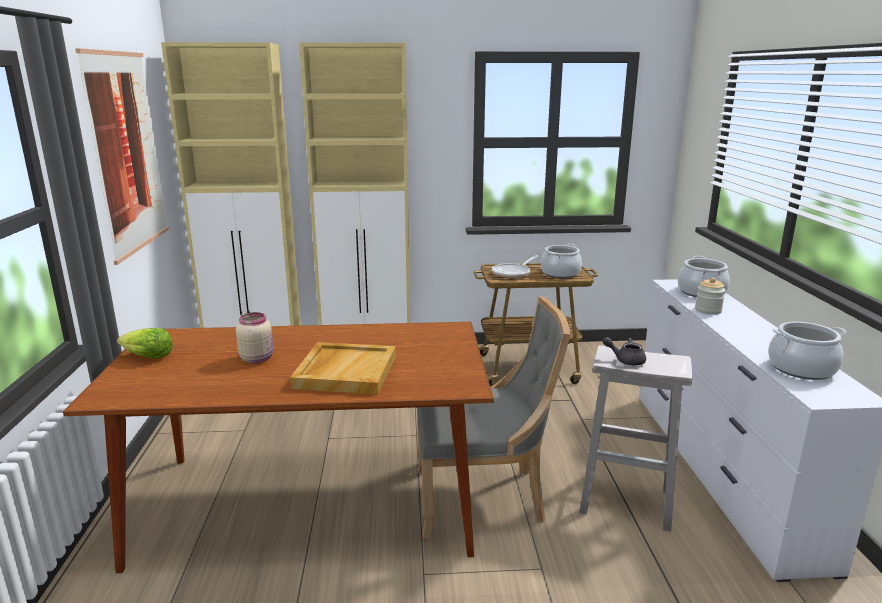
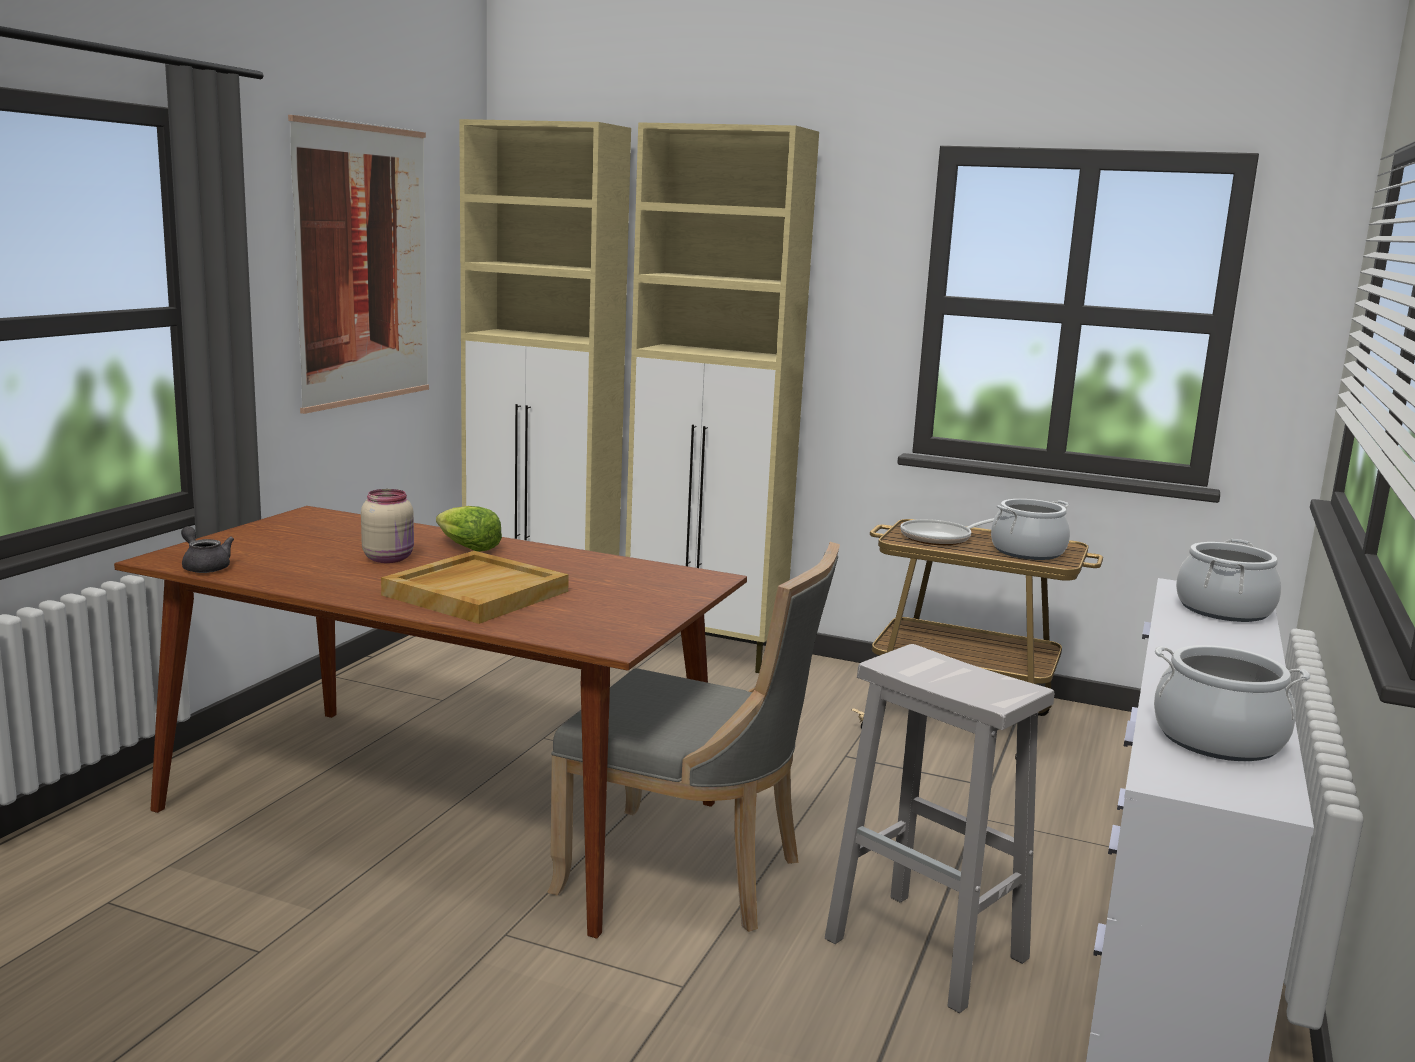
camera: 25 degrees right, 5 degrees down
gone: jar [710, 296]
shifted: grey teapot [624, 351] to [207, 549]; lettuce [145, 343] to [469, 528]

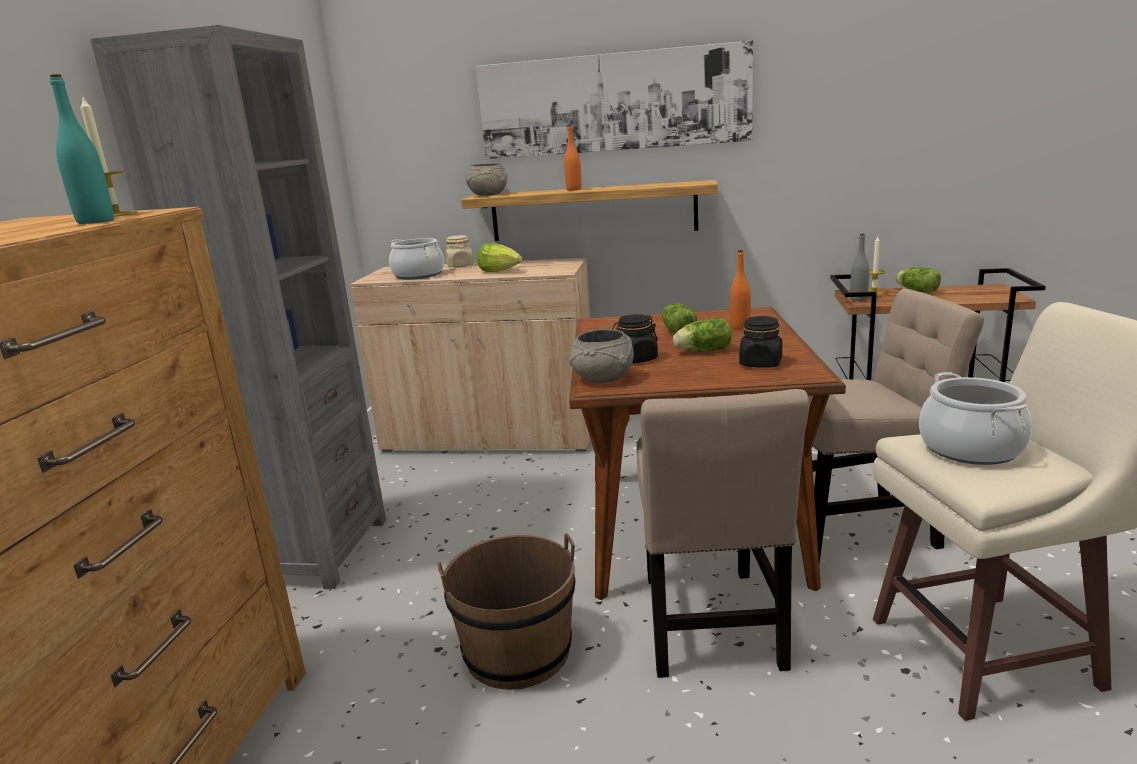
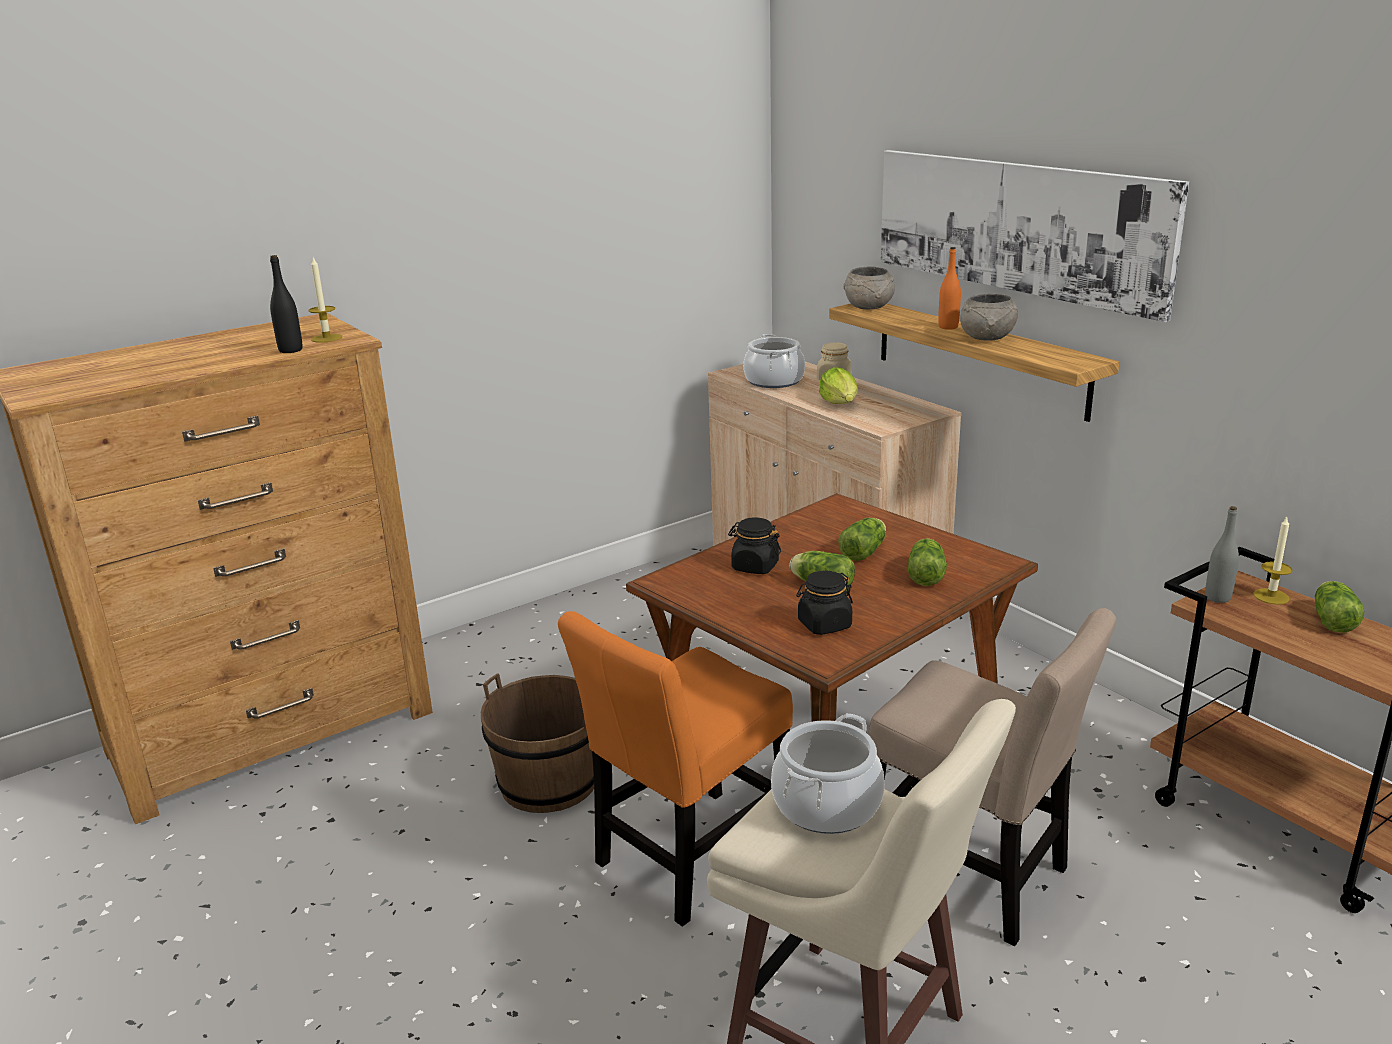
camera: 45 degrees right, 5 degrees up
gone: grey bookcase [238, 307]
shifted: grey bowl [601, 356] to [989, 317]
swapped: orange bottle [740, 290] to lettuce [927, 562]
repainted: turquoise bottle [82, 149] to black bottle [286, 304]; beige chair [723, 533] to orange chair [675, 768]

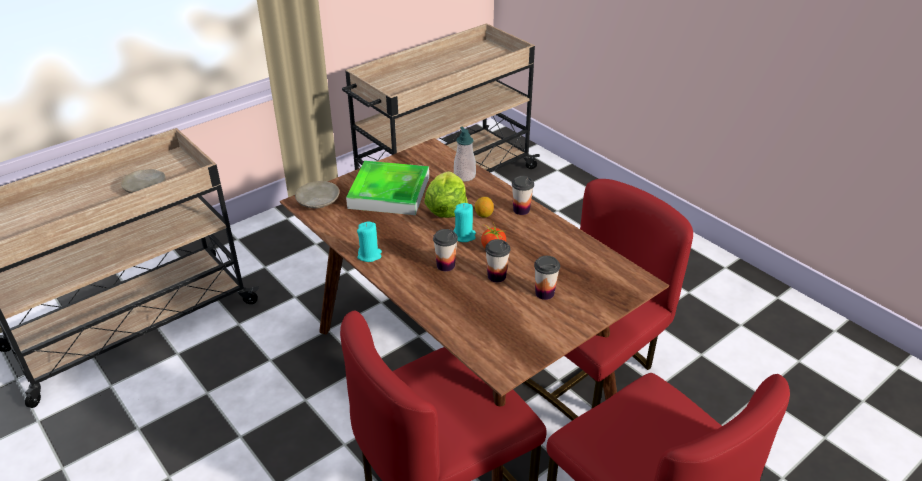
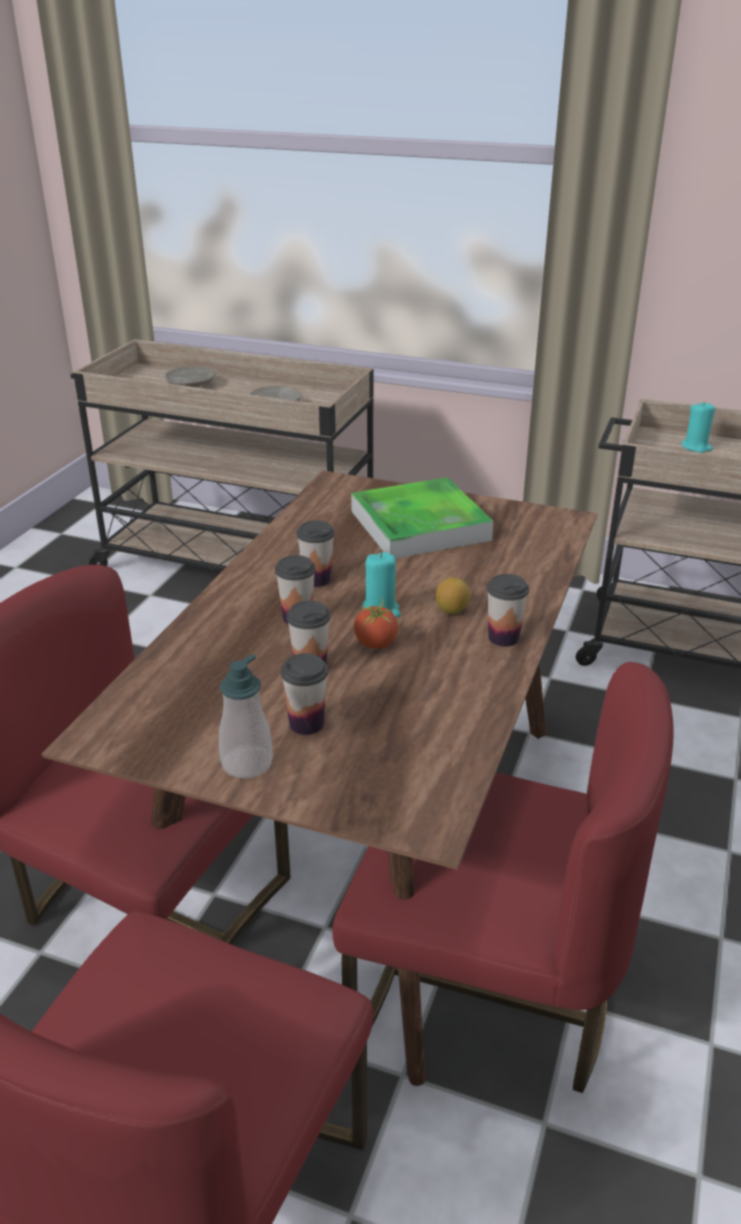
camera: 60 degrees right, 5 degrees down
gone: lettuce [446, 194]
new: cup [316, 553]
shifted: beige plate [317, 194] to [190, 376]; soap dispenser [465, 154] to [246, 716]; turquoise candle [369, 241] to [698, 427]

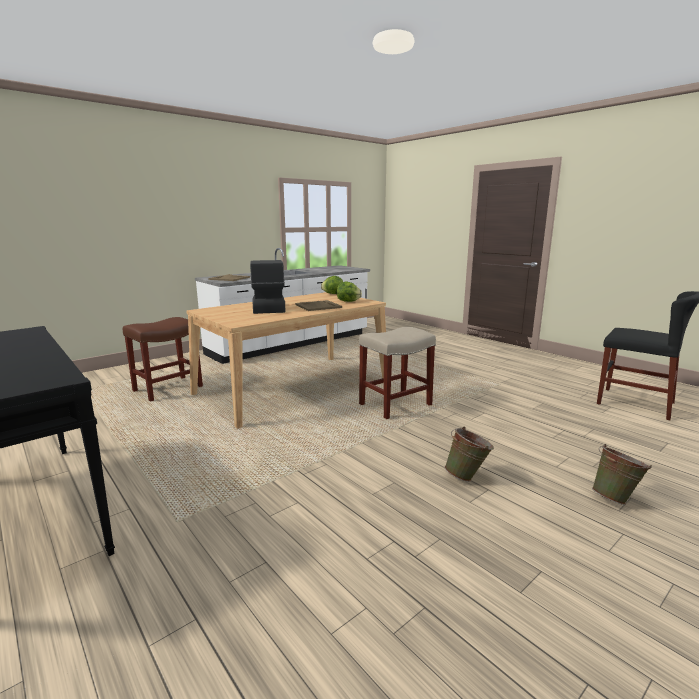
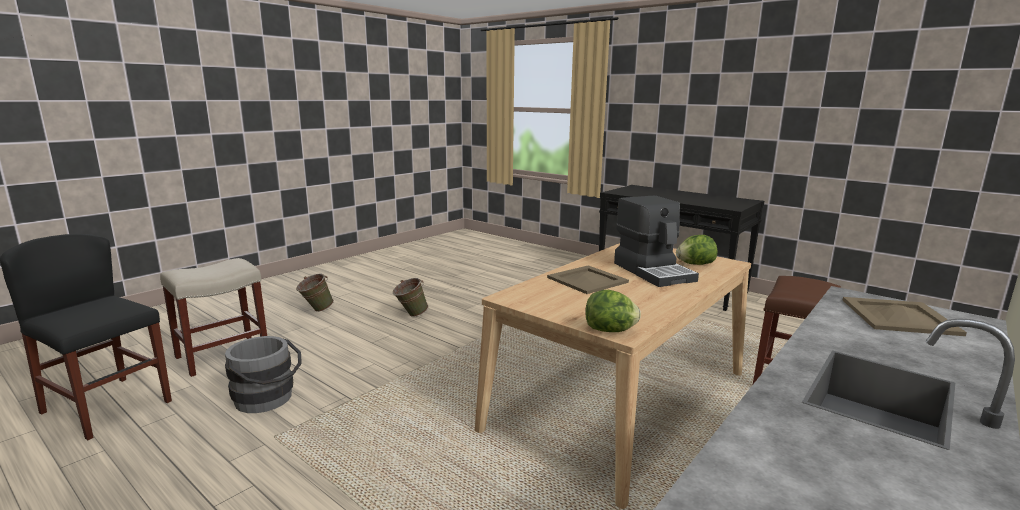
camera: 170 degrees right, 0 degrees up
new: grey bucket [263, 374]
shifted: beige stool [397, 373] to [213, 317]; lettuce [349, 292] to [696, 250]

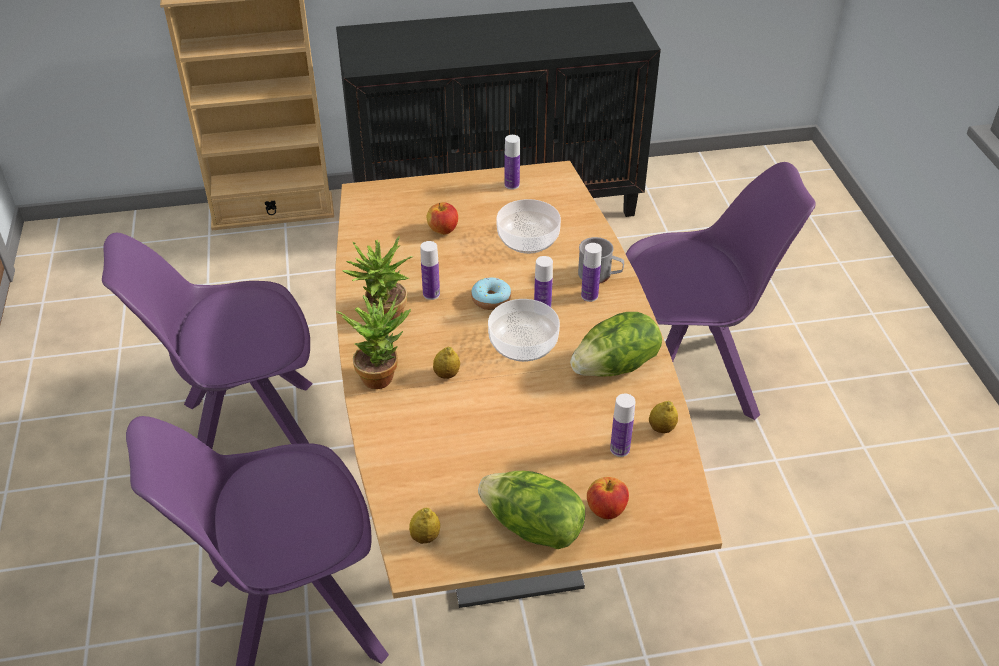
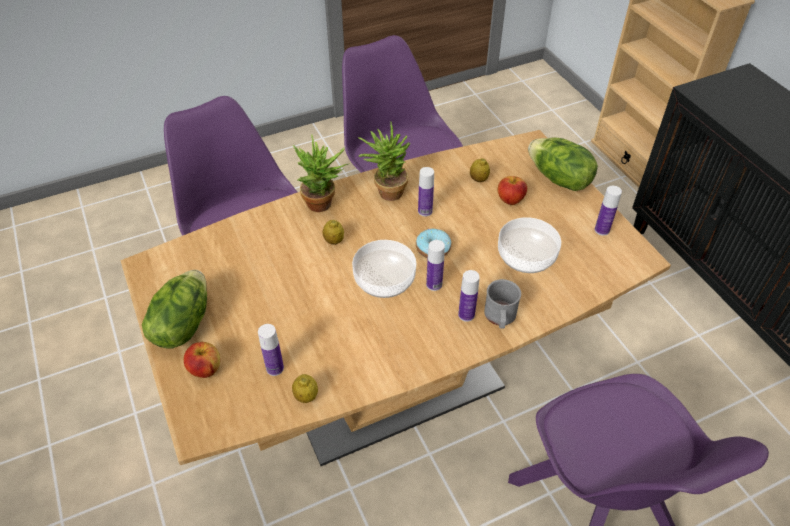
camera: 75 degrees right, 5 degrees up
shifted: lemon [424, 526] to [480, 170]; lettuce [616, 344] to [563, 164]

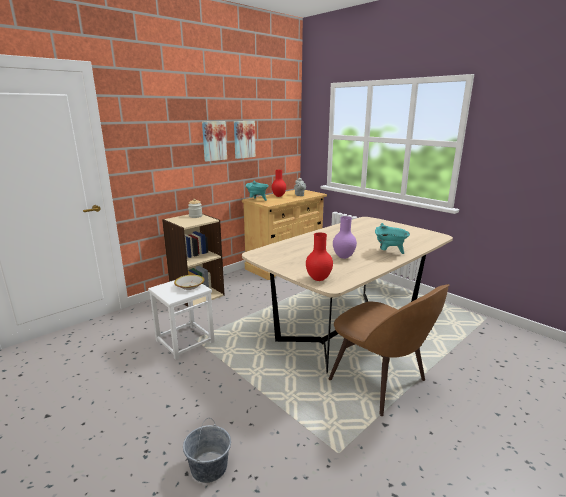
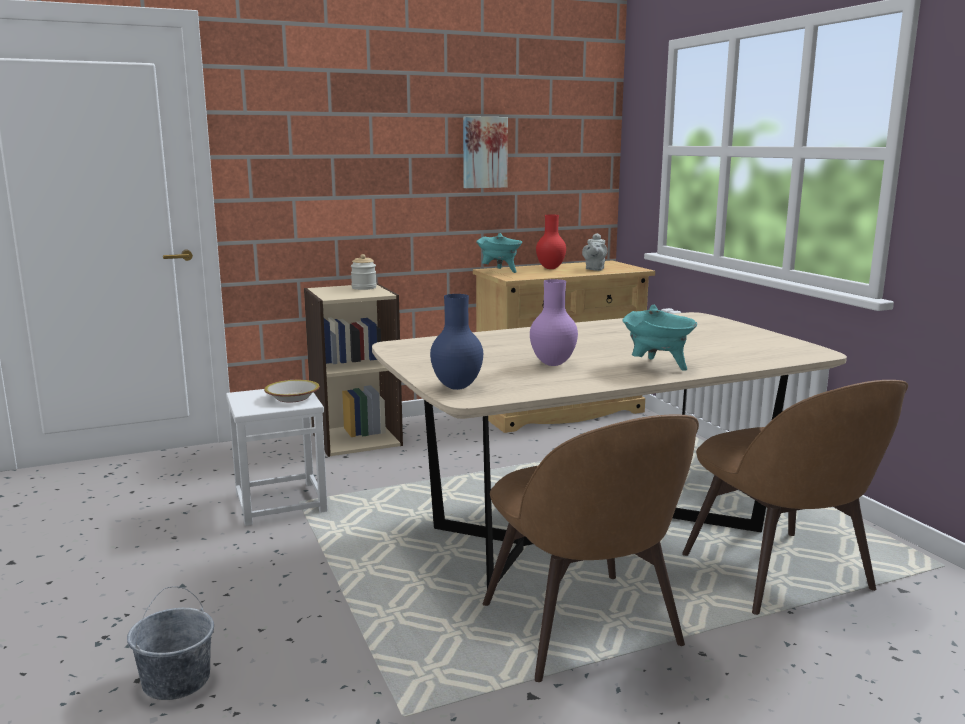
camera: 20 degrees right, 5 degrees down
gone: picture [214, 141]
new: brown chair [795, 497]
repainted: red vase [319, 257] to blue vase [456, 342]

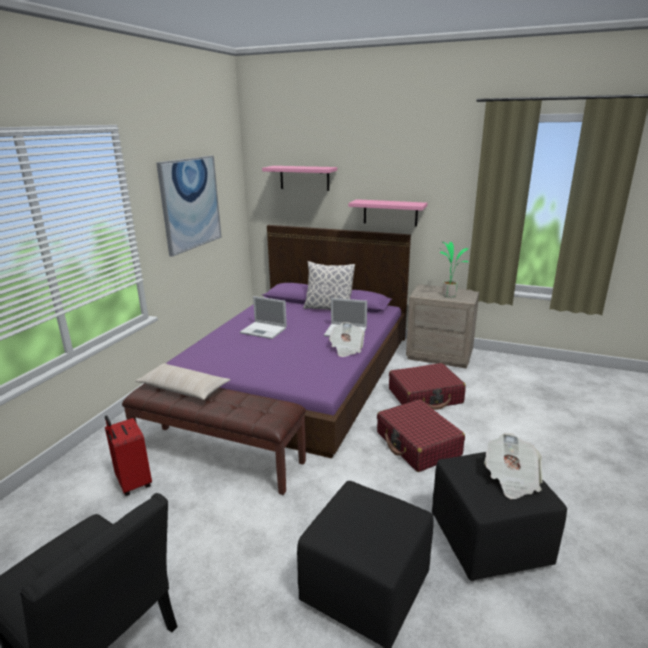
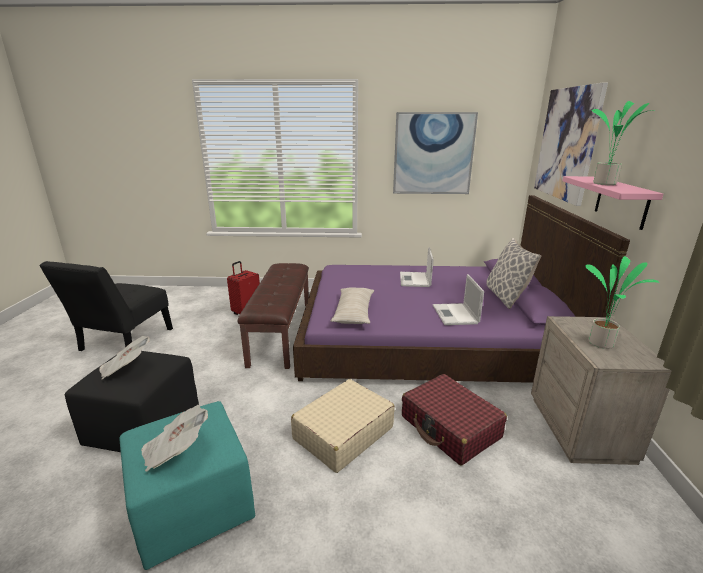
camera: 70 degrees right, 0 degrees up
new: potted plant [622, 143]
shifted: newspaper [347, 339] to [124, 357]; beige pillow [182, 381] to [352, 305]
swapped: pink shelf [299, 178] to picture [571, 144]
repainted: black ottoman [499, 516] to turquoise ottoman [187, 485]; red suitcase [421, 435] to beige suitcase [343, 426]

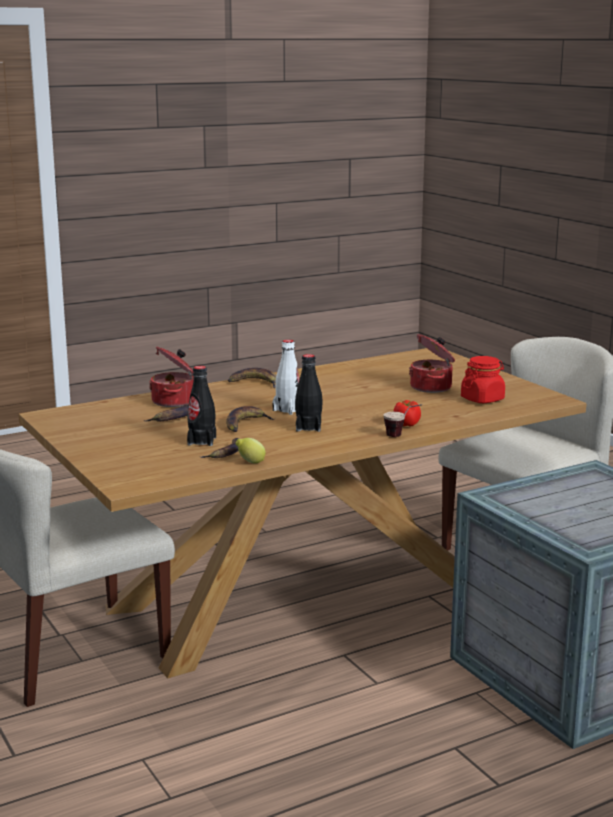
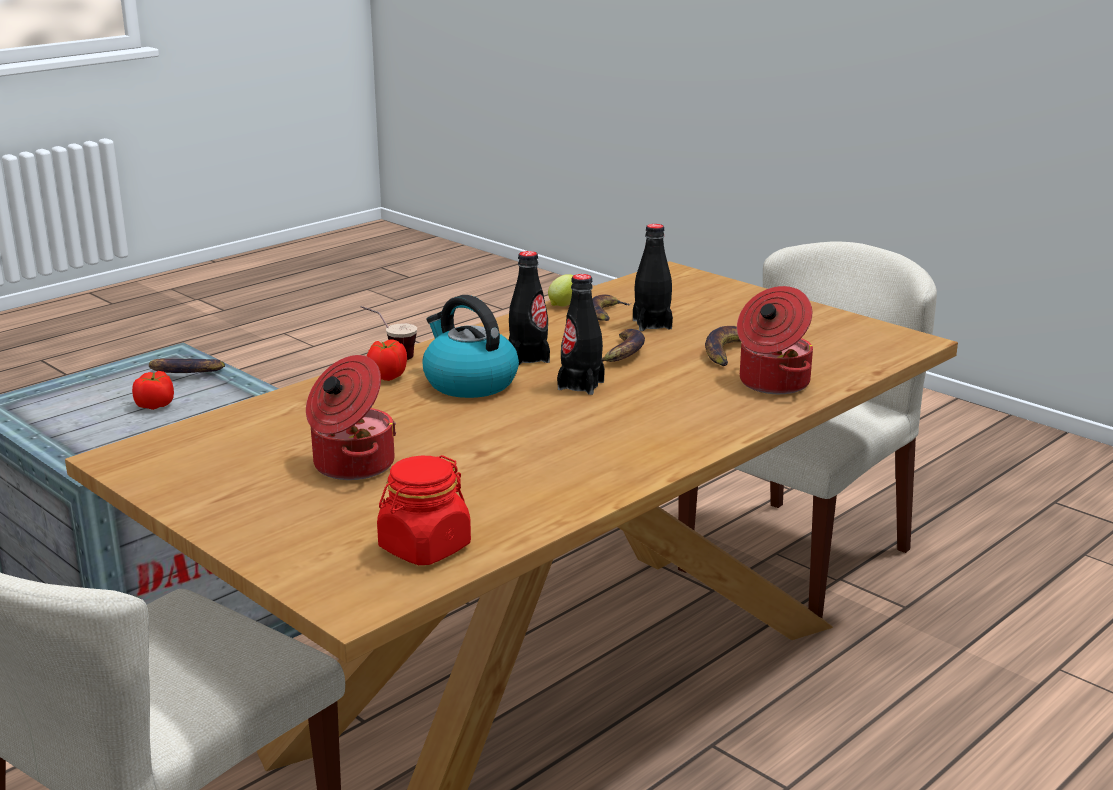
camera: 165 degrees right, 5 degrees up
new: tomato [153, 390]; kettle [471, 346]
shifted: banana [252, 378] to [187, 366]; red jar [483, 379] to [424, 510]
repainted: white bottle [285, 377] to black bottle [581, 334]

